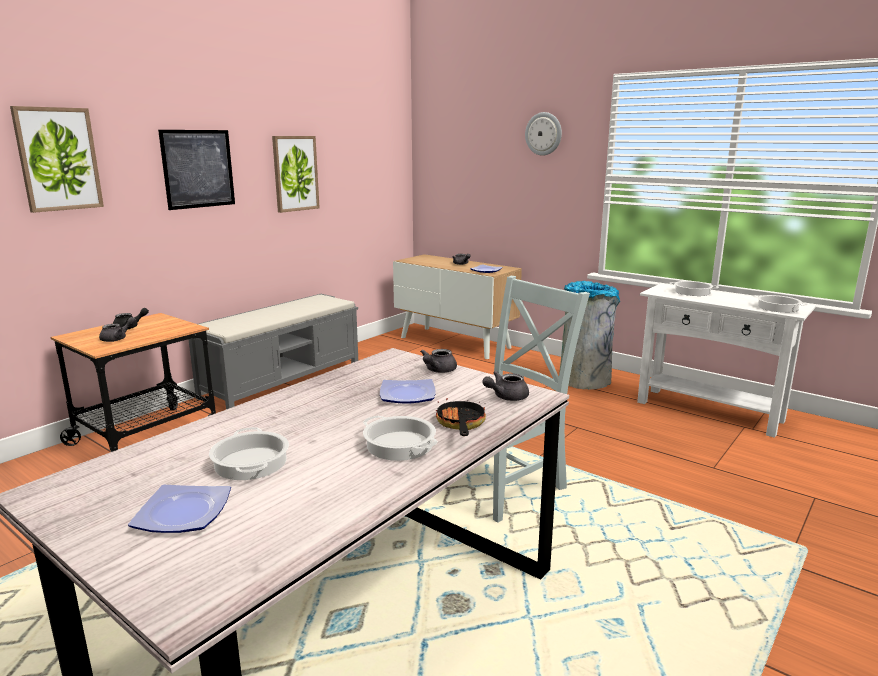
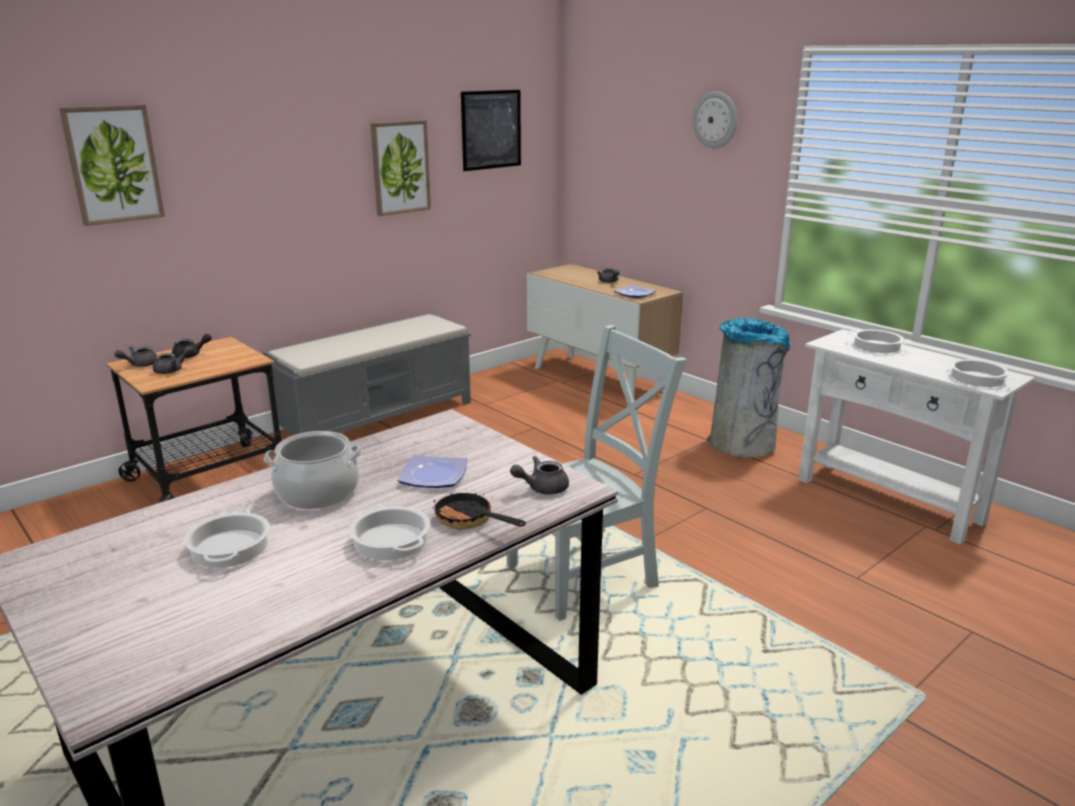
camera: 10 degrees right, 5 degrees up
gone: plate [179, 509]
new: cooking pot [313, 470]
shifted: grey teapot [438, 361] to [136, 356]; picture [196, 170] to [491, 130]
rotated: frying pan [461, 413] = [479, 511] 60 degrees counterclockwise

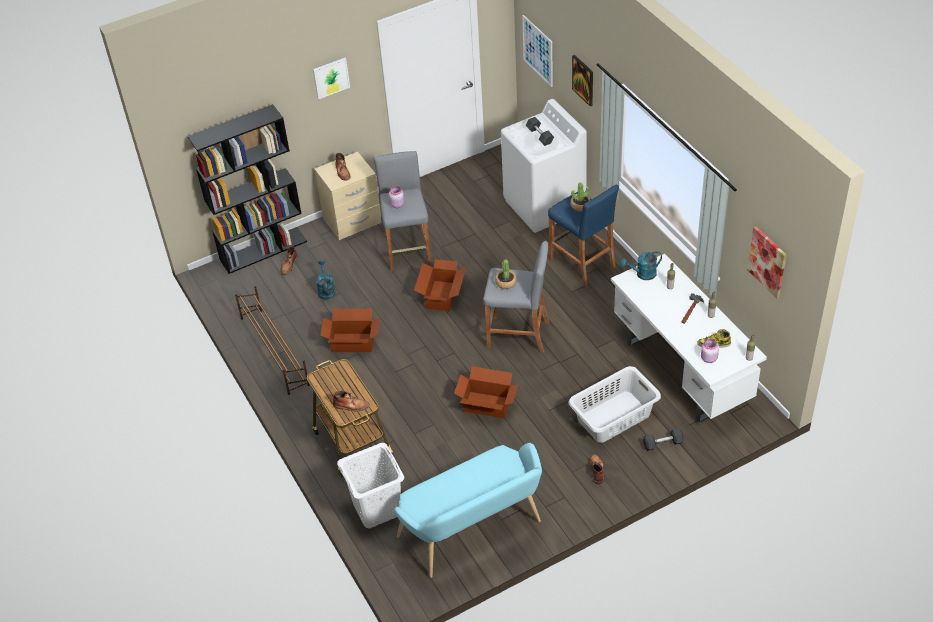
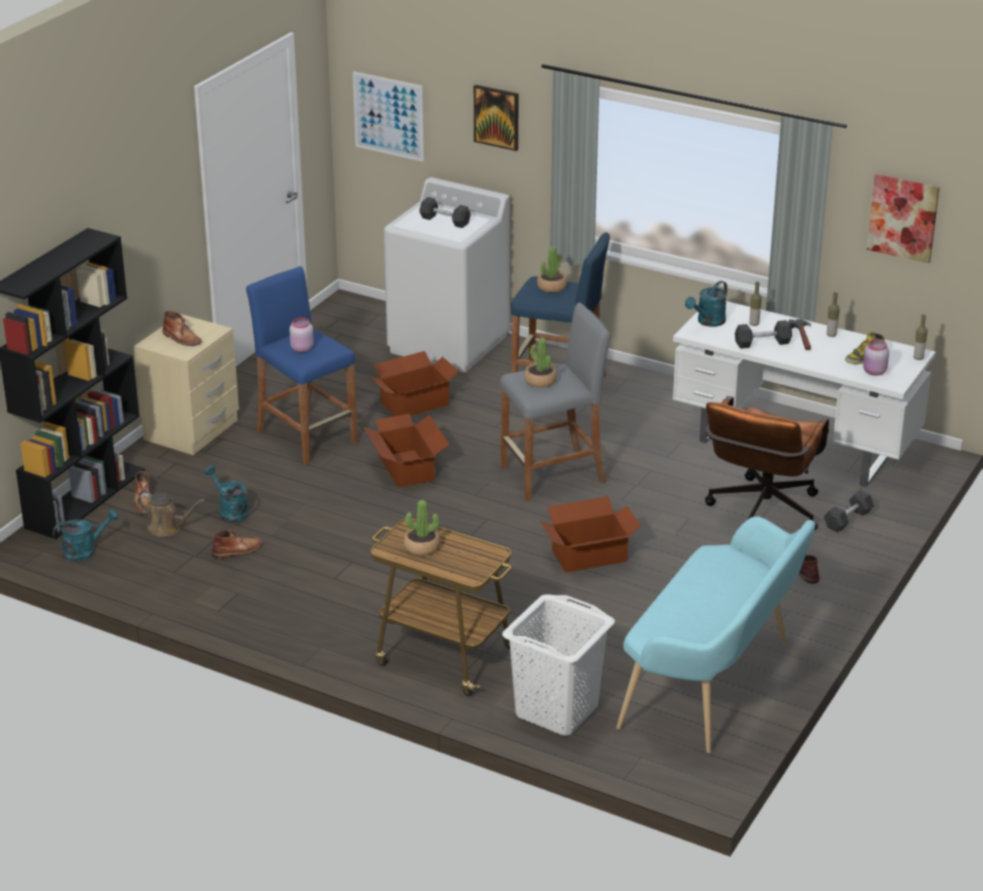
camera: 35 degrees left, 15 degrees down
gone: brown shoe rack [272, 340]; picture [331, 78]
new: turquoise watering can [86, 535]; brown watering can [171, 514]; potted plant [422, 528]; grey dumbbell [763, 334]
shifted: brown boot [351, 401] to [237, 544]; cardboard box [350, 330] to [415, 383]
swapped: grey laundry basket [614, 404] to brown office chair [767, 463]
repainted: grey stool [403, 211] to blue stool [302, 365]

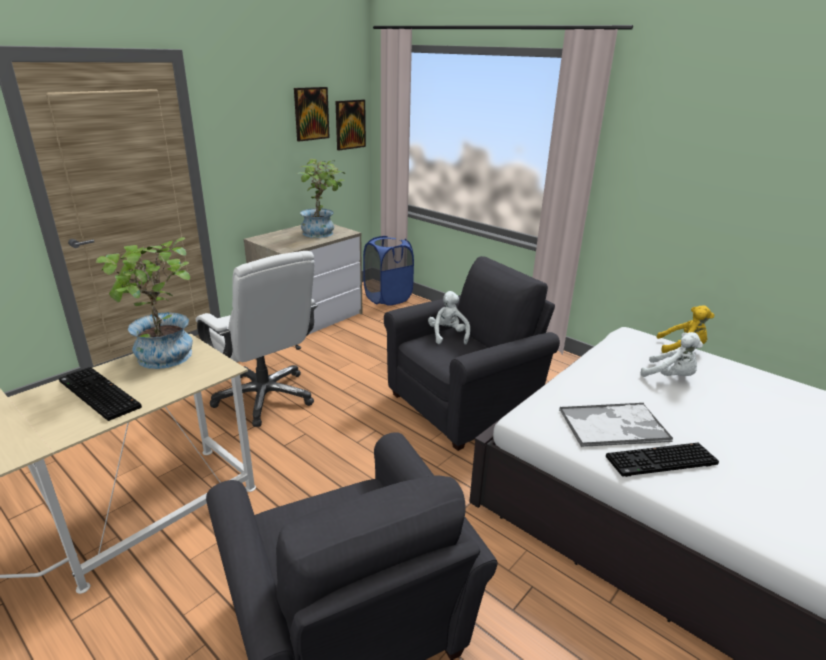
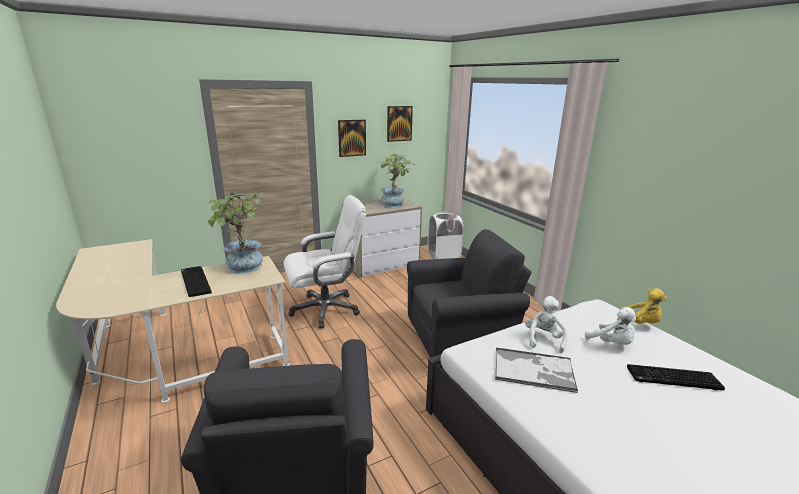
camera: 20 degrees right, 5 degrees down
shifted: picture [351, 125] to [352, 138]; white plush toy [449, 318] to [546, 324]; keyboard [662, 460] to [676, 377]
repainted: blue laundry basket [388, 271] to white laundry basket [446, 235]
rotated: white office chair [257, 339] = [325, 261] 90 degrees counterclockwise

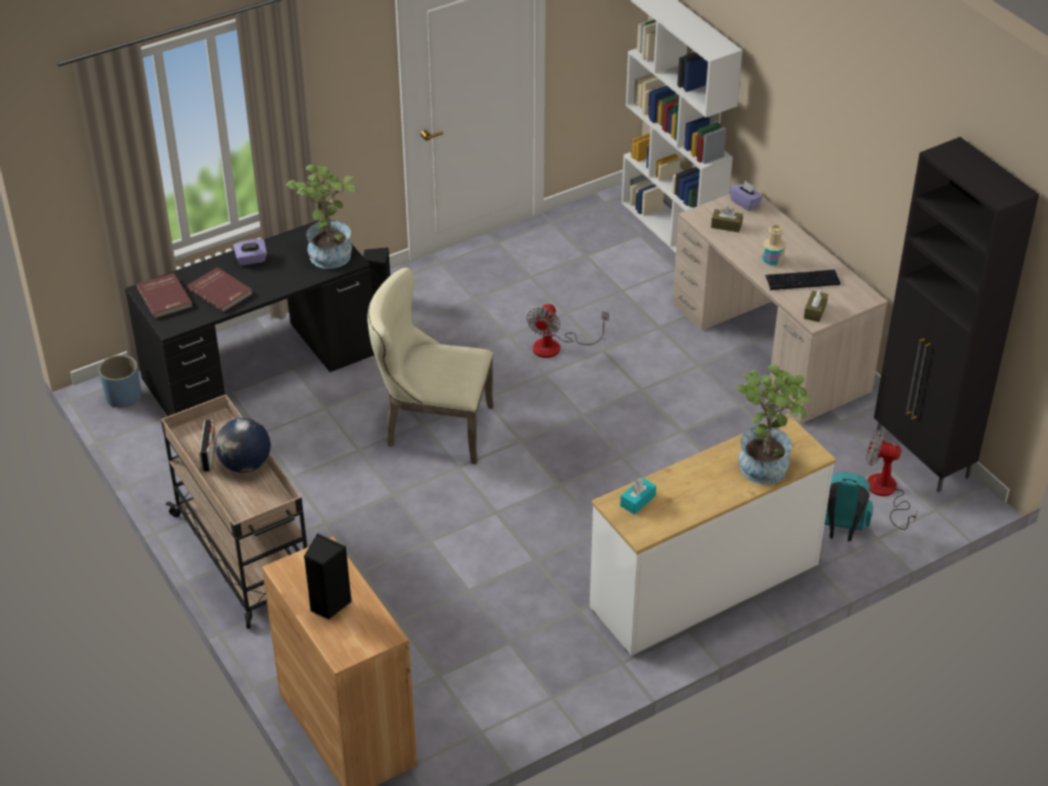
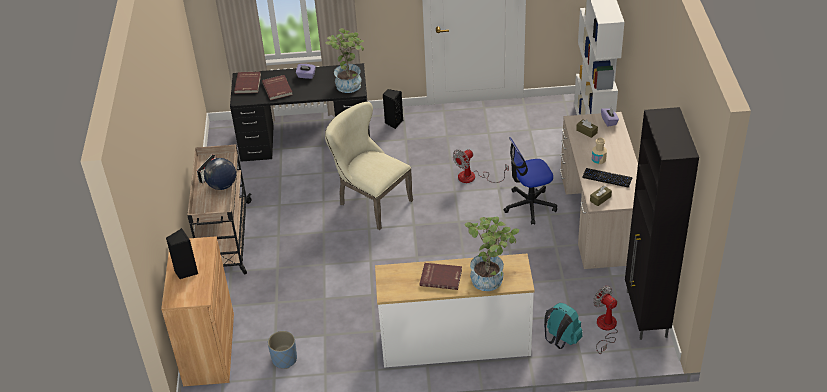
camera: 30 degrees right, 0 degrees up
gone: turquoise tissue box [638, 496]
new: red book [441, 276]; office chair [530, 181]
shifted: blue planter [120, 381] to [282, 350]

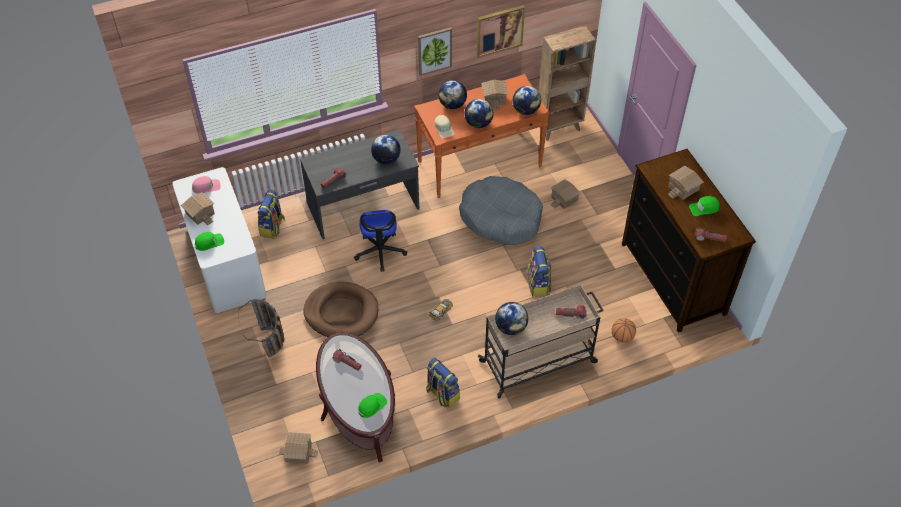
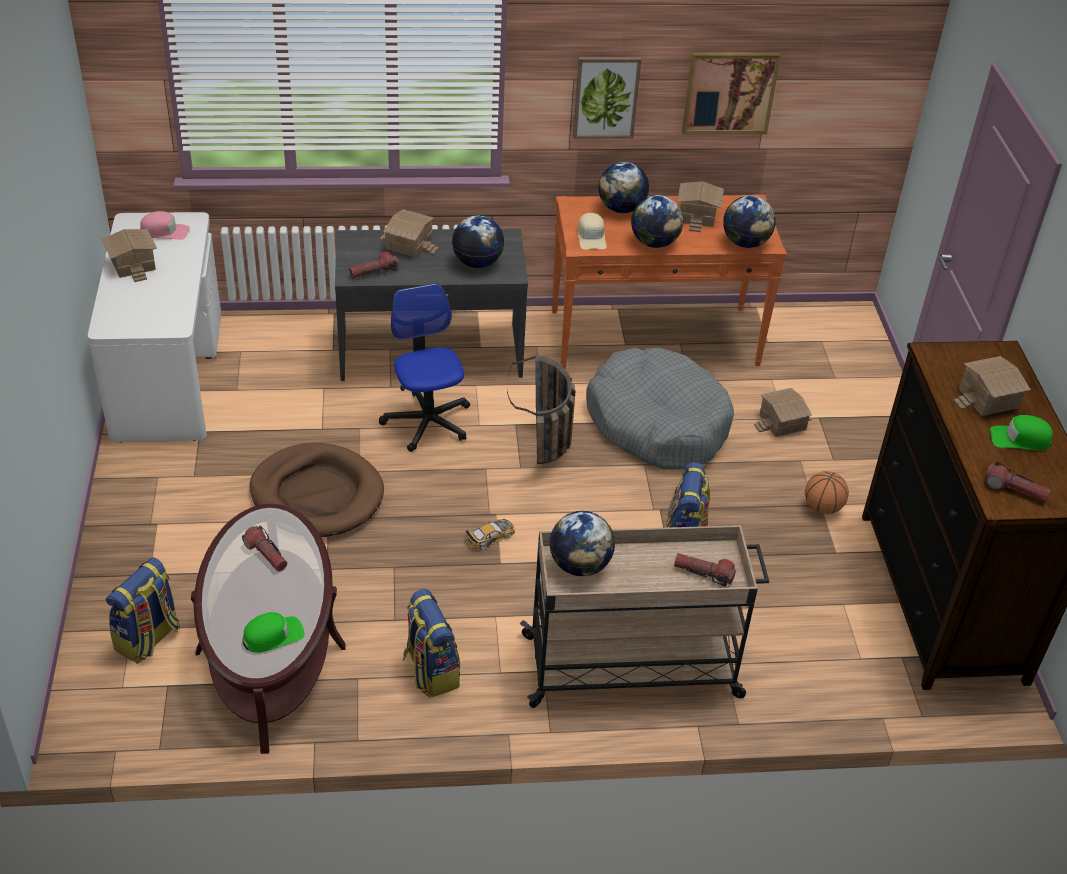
camera: 15 degrees right, 10 degrees down
gone: green cap [209, 241]; brown bookcase [567, 83]
shifted: backpack [271, 214] to [143, 611]; toy house [298, 448] to [409, 233]; basket [261, 328] to [541, 410]; basketball [624, 330] to [827, 492]
rotated: office chair [380, 241] = [424, 367] 150 degrees clockwise

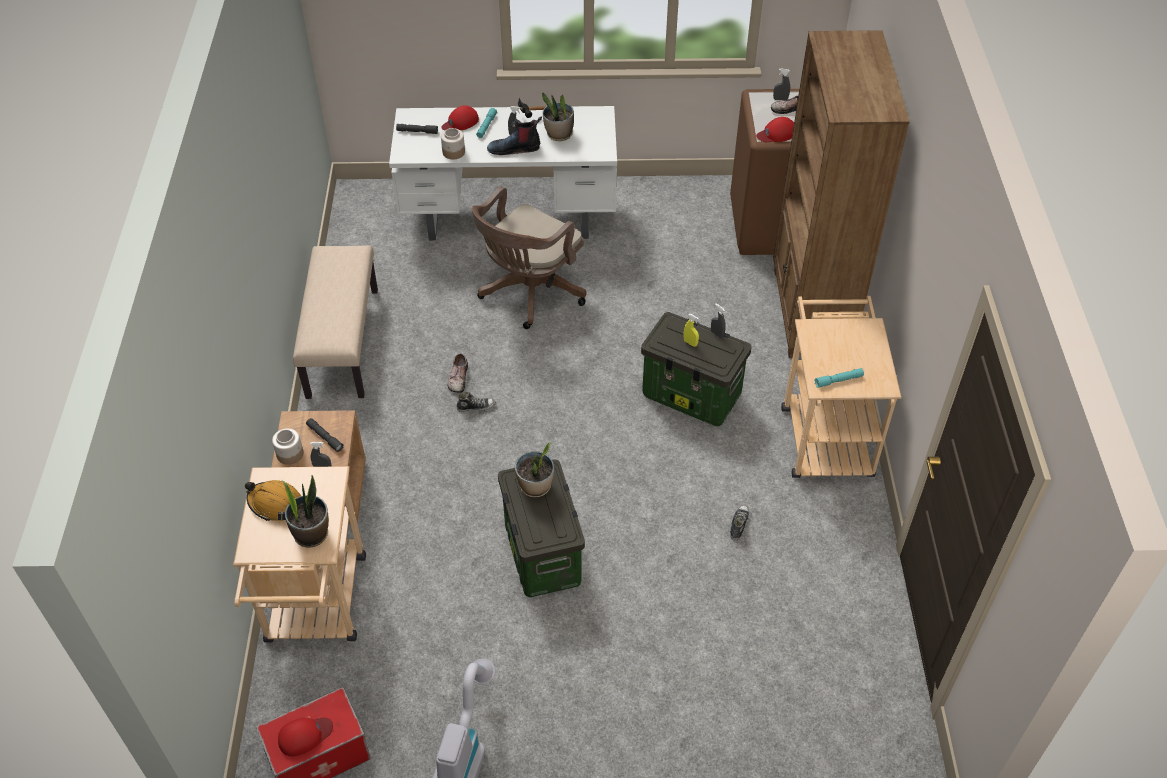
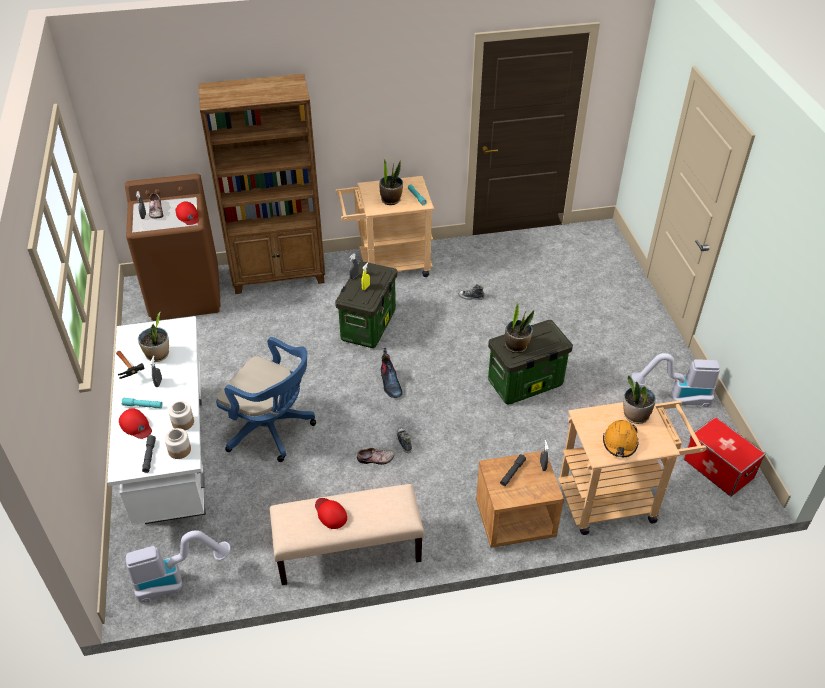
camera: 100 degrees left, 5 degrees down
new: vacuum cleaner [178, 566]; potted plant [391, 181]
shifted: jar [288, 446] to [177, 443]; red cap [305, 737] to [331, 513]; boot [514, 136] to [391, 373]
repainted: brown office chair [529, 257] to blue office chair [266, 399]

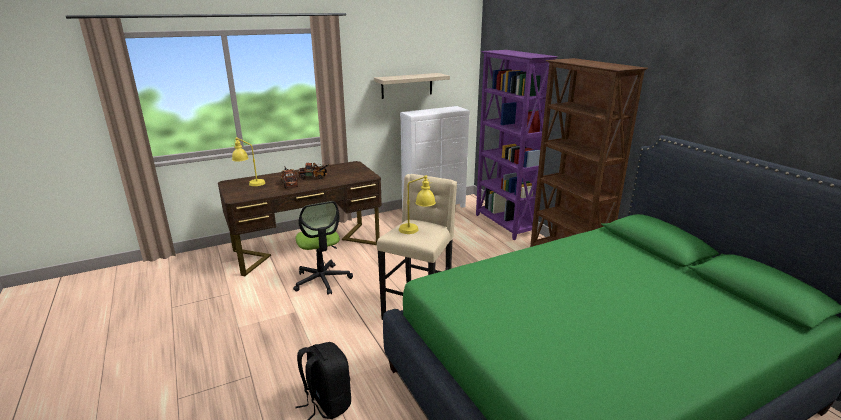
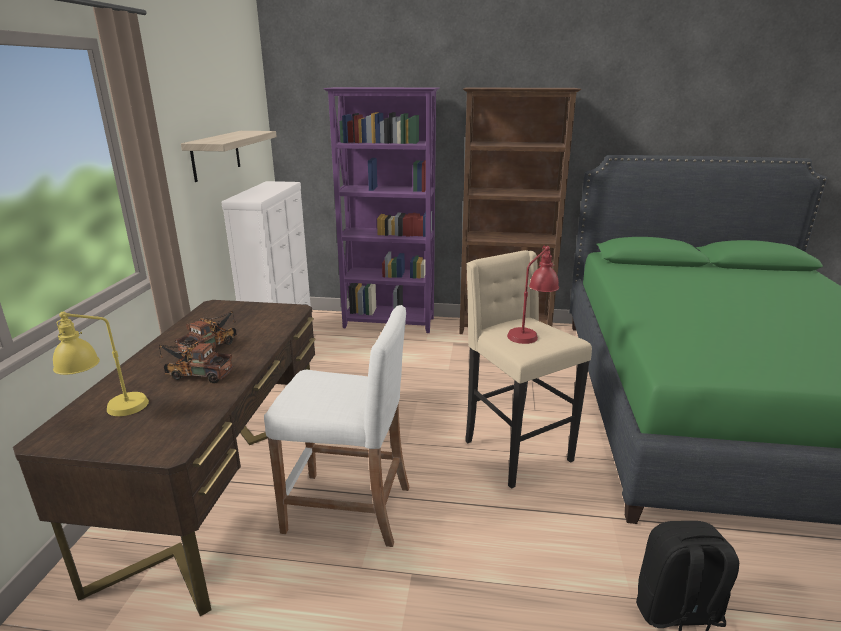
camera: 55 degrees left, 0 degrees up
swapped: office chair [323, 248] to white stool [337, 426]
repainted: yellow table lamp [417, 204] to red table lamp [533, 295]

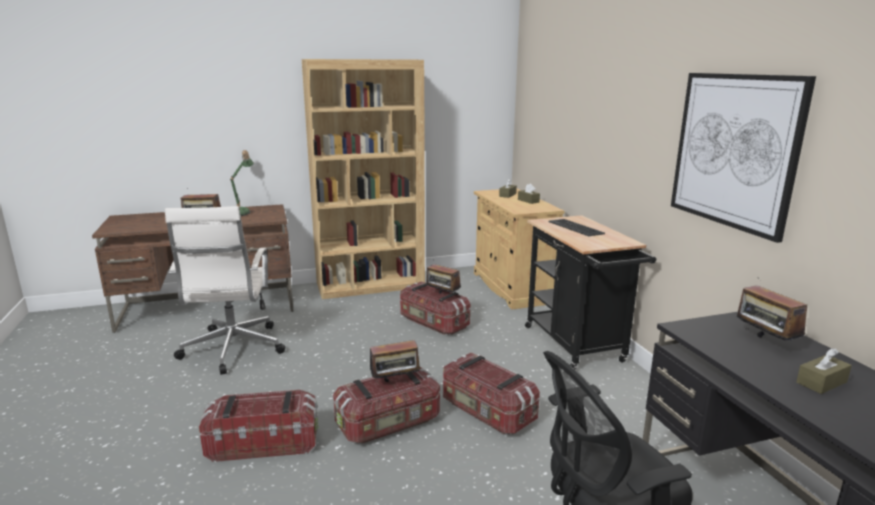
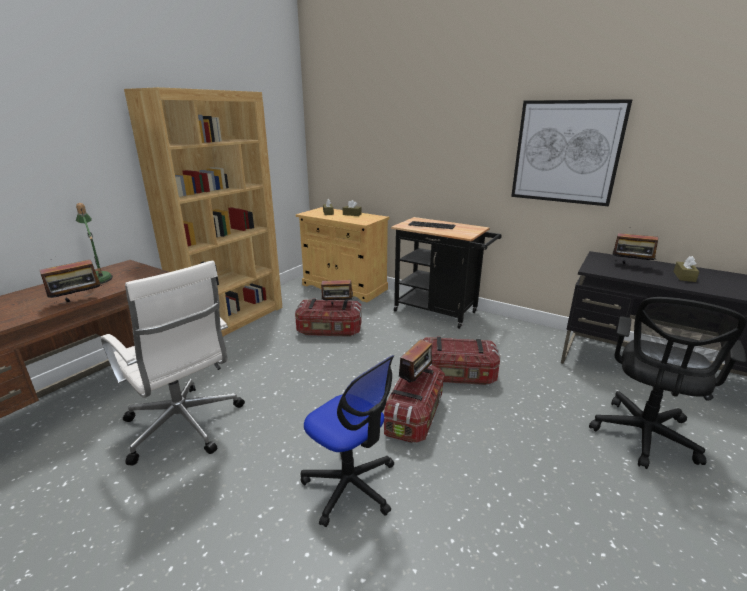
camera: 40 degrees left, 5 degrees up
swapped: storage box [258, 426] to office chair [347, 441]

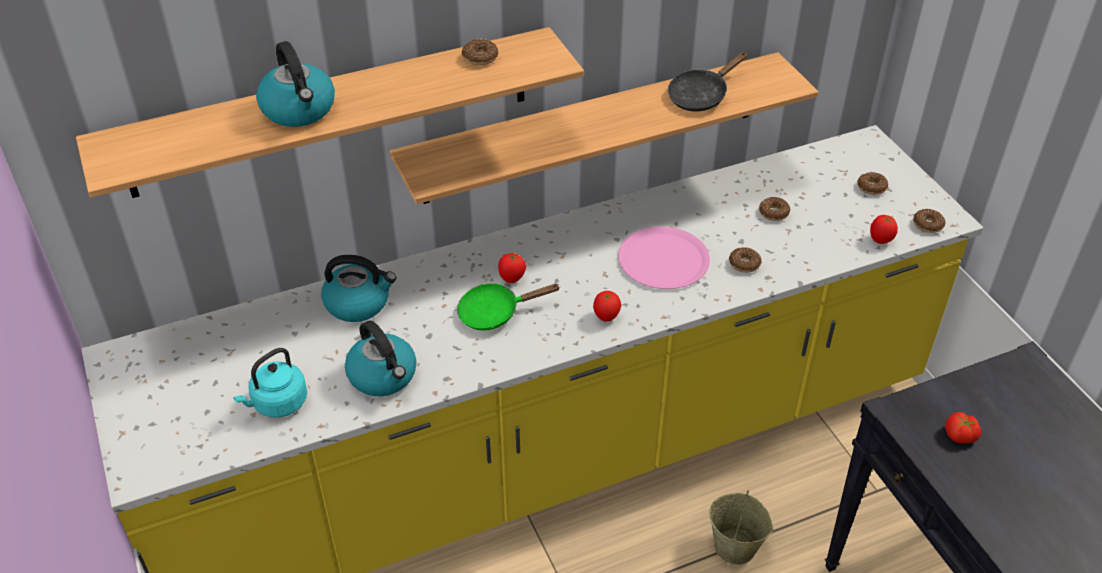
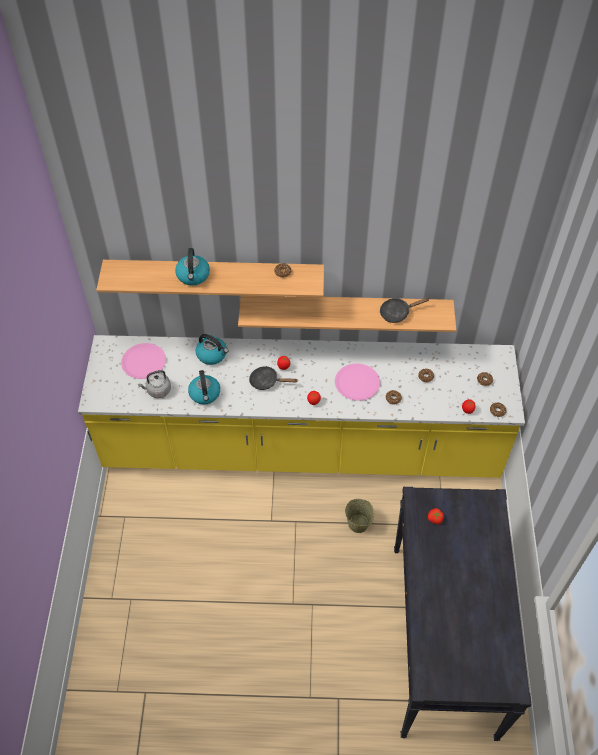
camera: 25 degrees right, 10 degrees up
new: pink plate [143, 361]
repainted: turquoise kettle [270, 383] to grey kettle [154, 384]; green frying pan [509, 307] to black frying pan [273, 378]

